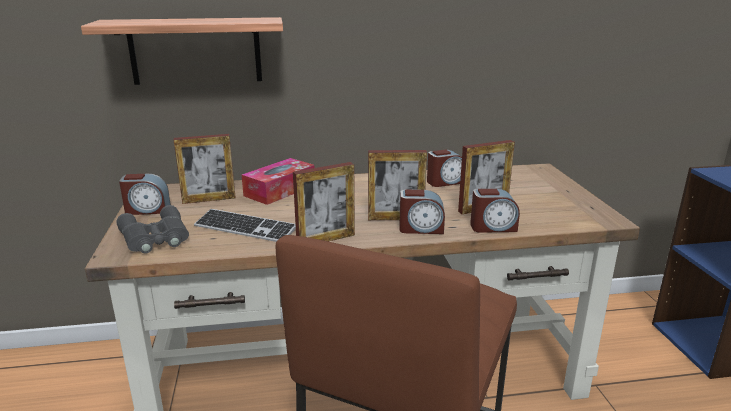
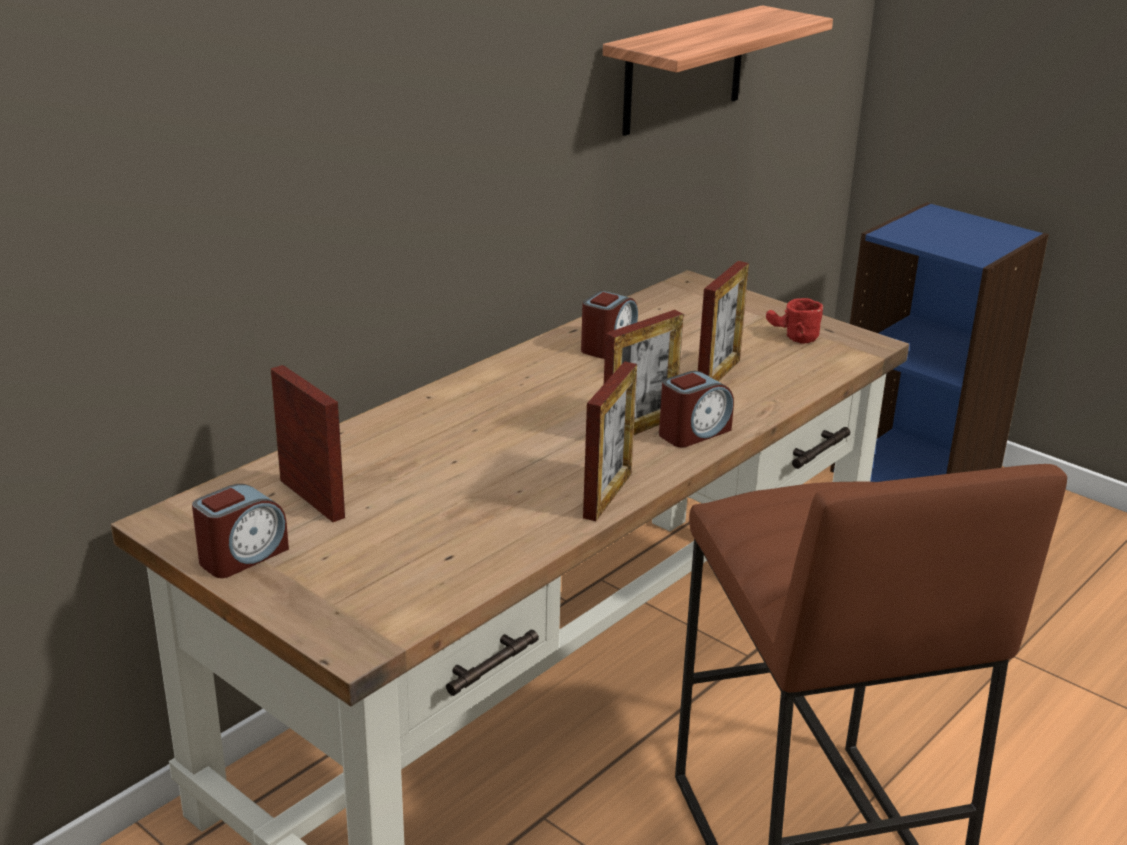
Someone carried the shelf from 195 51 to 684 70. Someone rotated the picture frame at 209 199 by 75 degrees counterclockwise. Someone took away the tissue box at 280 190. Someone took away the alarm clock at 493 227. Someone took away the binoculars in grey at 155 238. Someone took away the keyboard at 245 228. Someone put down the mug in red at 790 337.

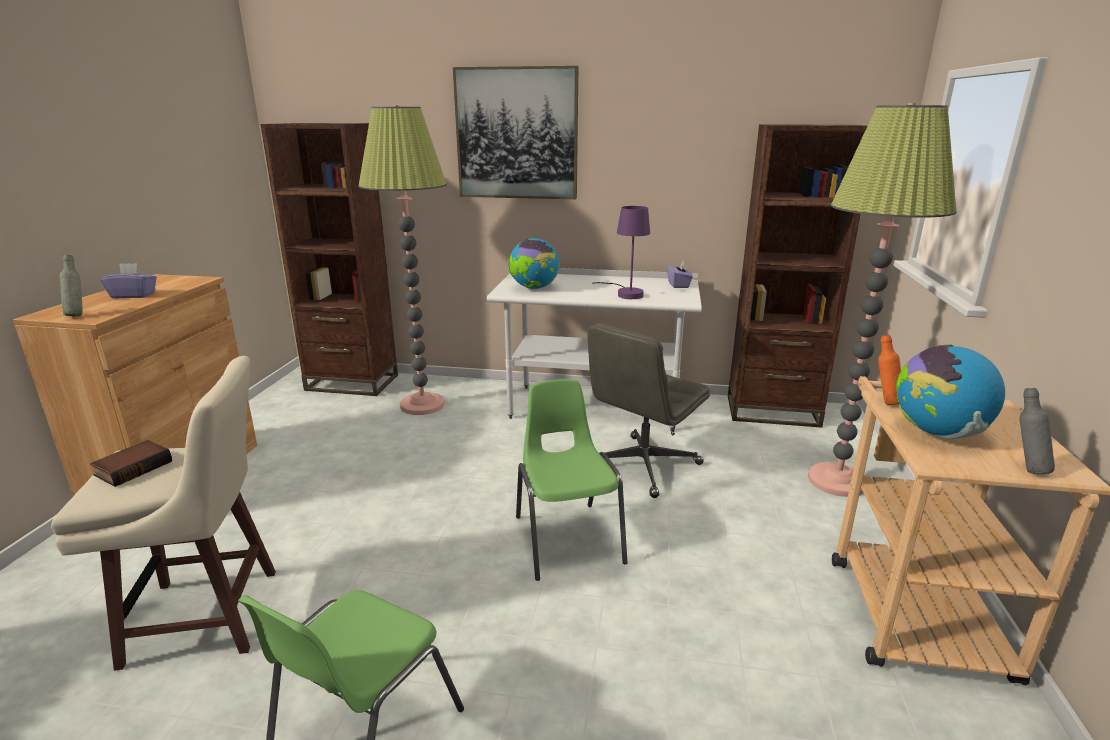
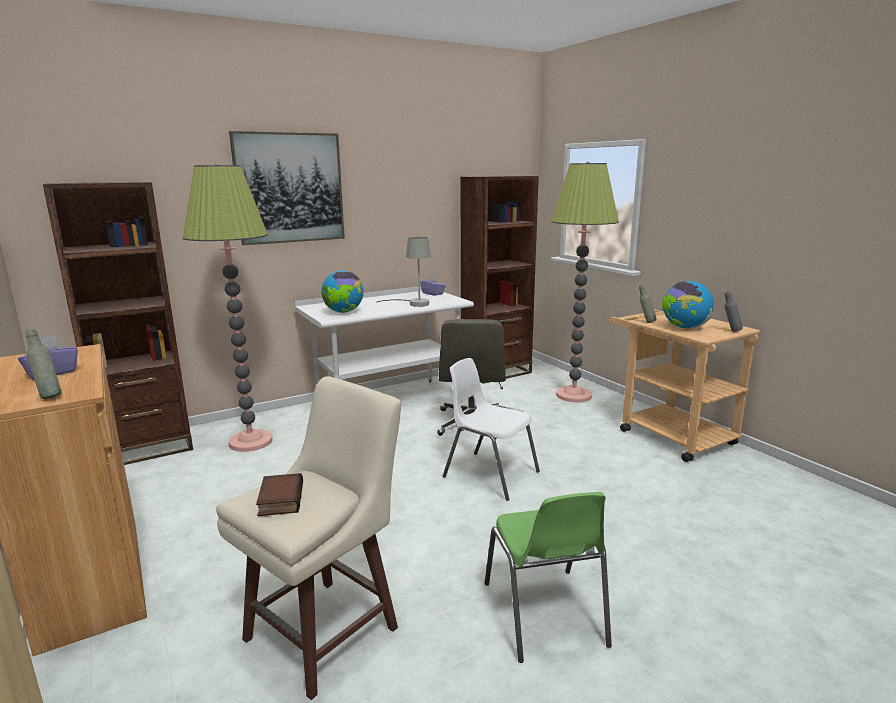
Someone repainted the table lamp in purple at 626 293, which became the table lamp in grey at 414 303. Someone repainted the bottle in orange at 885 402, which became the bottle in grey at 646 322. Someone repainted the chair in green at 567 538, which became the chair in white at 489 474.

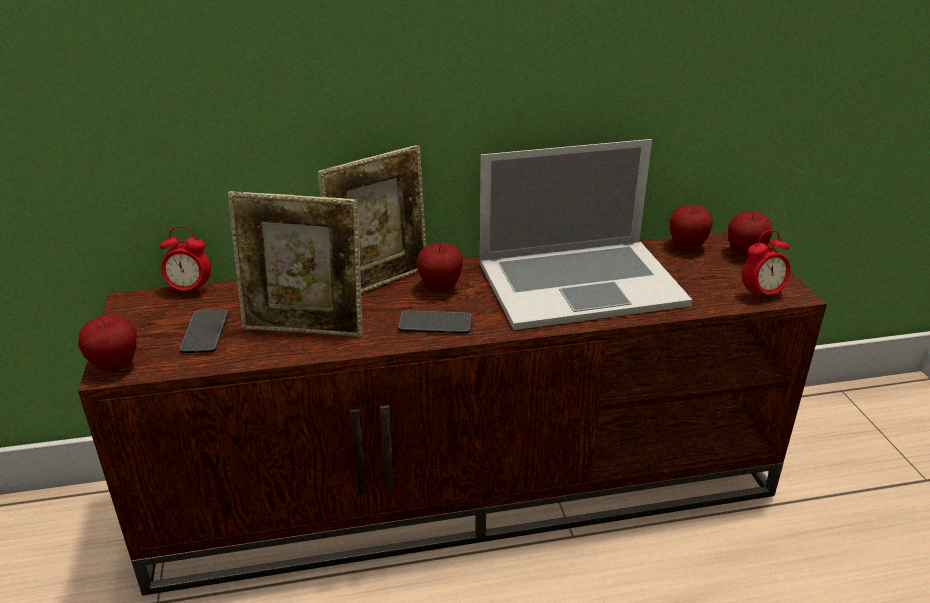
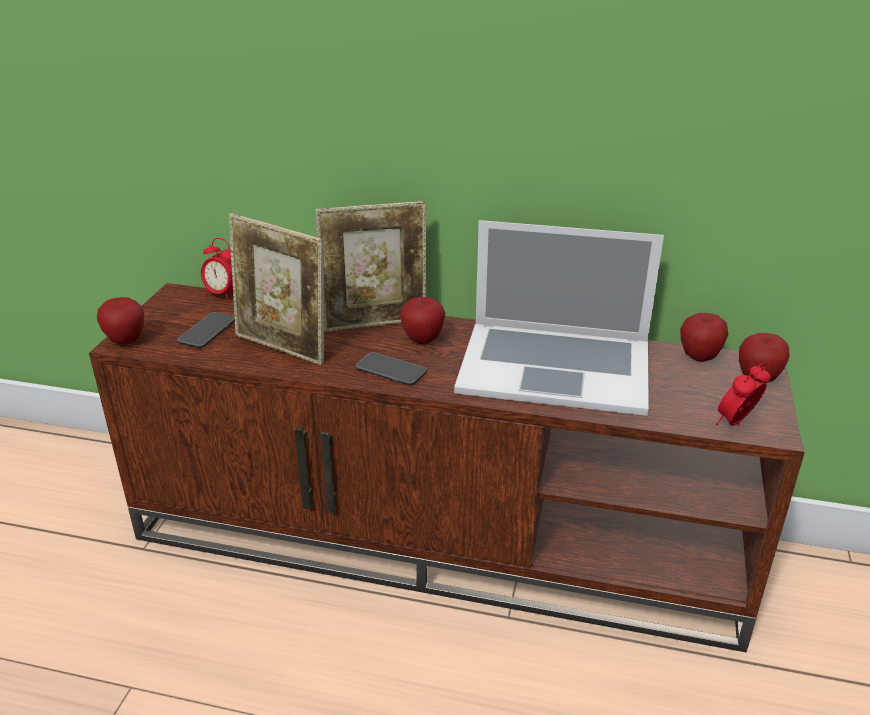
Someone rotated the alarm clock at 761 294 by 135 degrees clockwise.

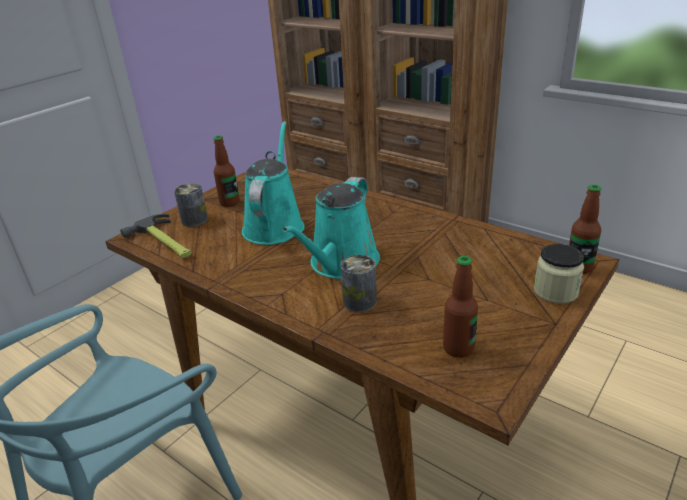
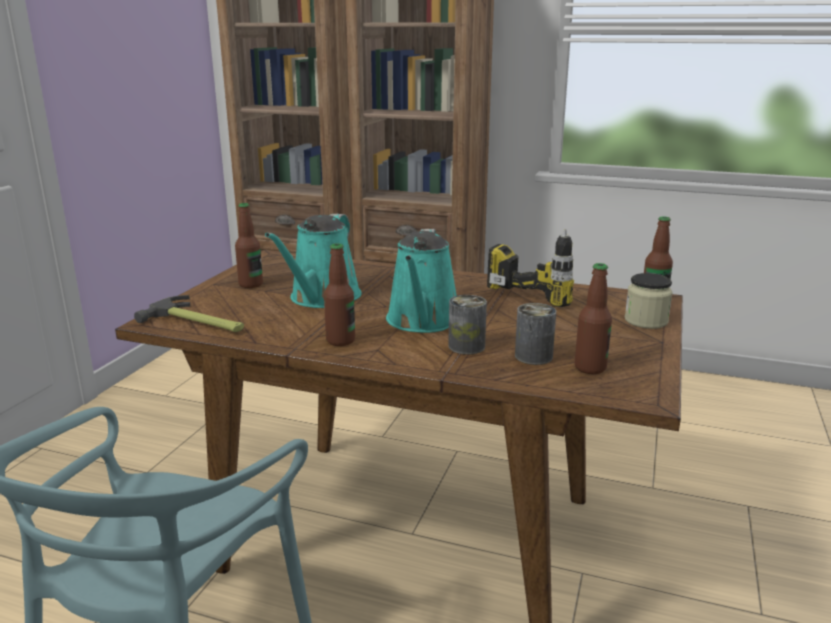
Someone rotated the watering can in turquoise at 275 225 by 150 degrees counterclockwise. Someone carried the can from 194 220 to 533 356. Someone put down the power drill at 542 290. Someone put down the bottle at 340 341.

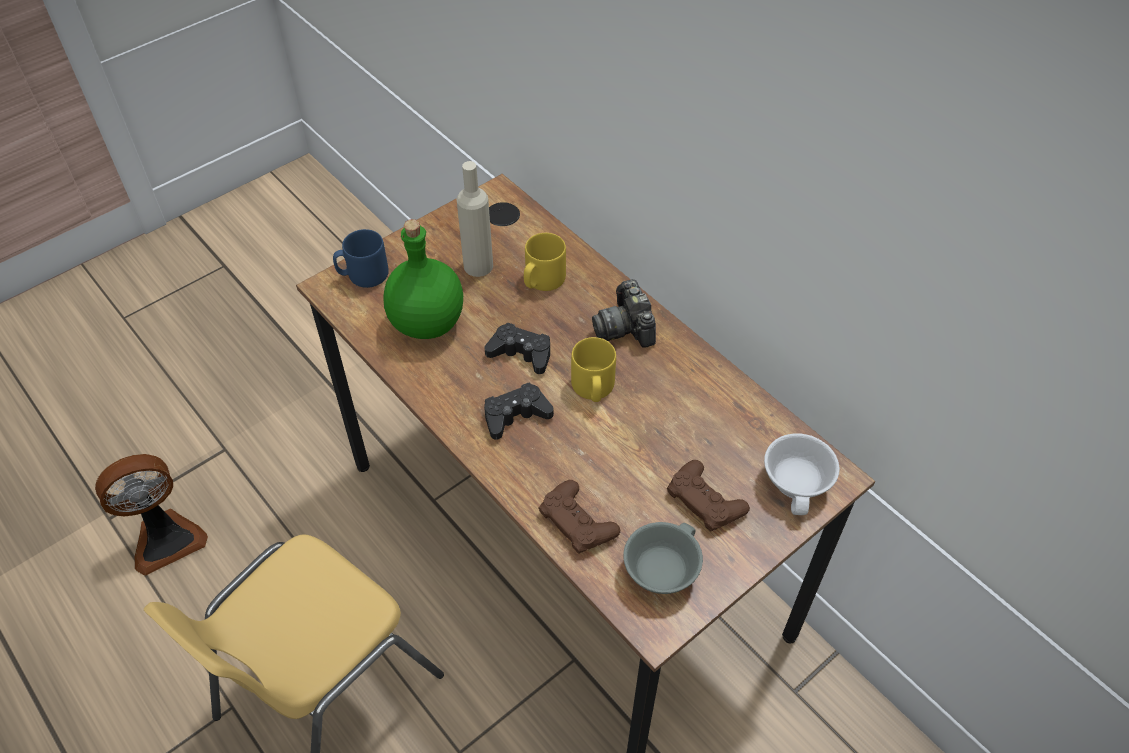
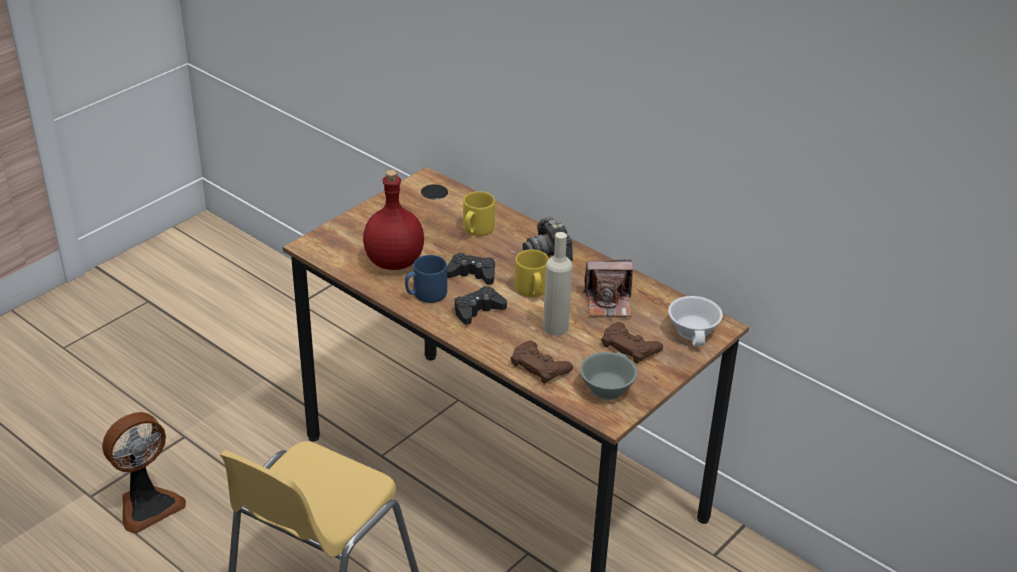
Someone carried the bottle in beige from 478 266 to 555 327. Someone repainted the bottle in green at 426 324, which became the bottle in red at 394 262. Someone carried the mug in blue from 363 275 to 426 294. Someone put down the photo camera at 609 303.

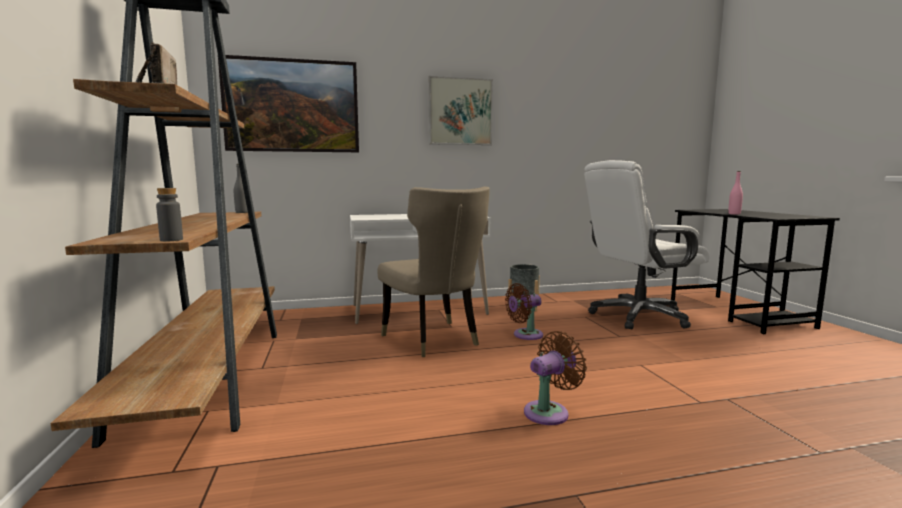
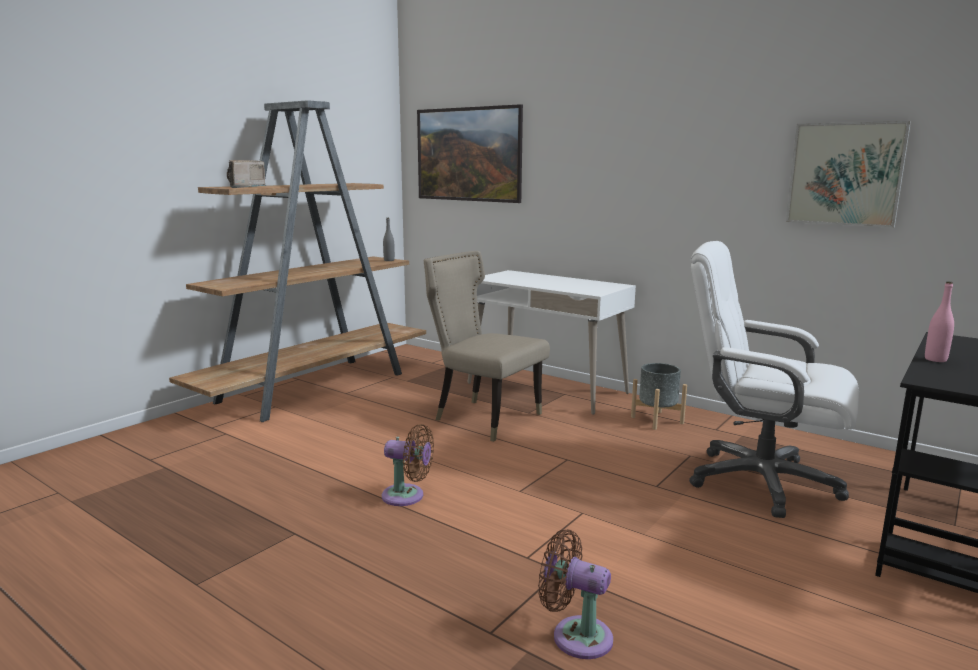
Someone carried the picture from 460 111 to 845 174. Someone rotated the chair in beige at 434 340 by 105 degrees clockwise. Someone took away the bottle in grey at 171 240. Someone carried the fan in brown from 525 335 to 576 635.

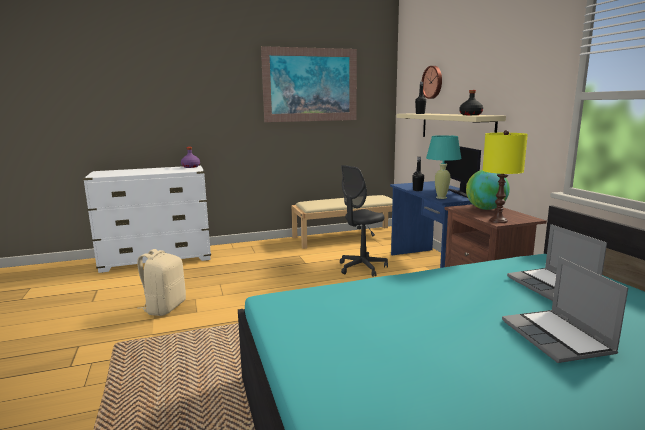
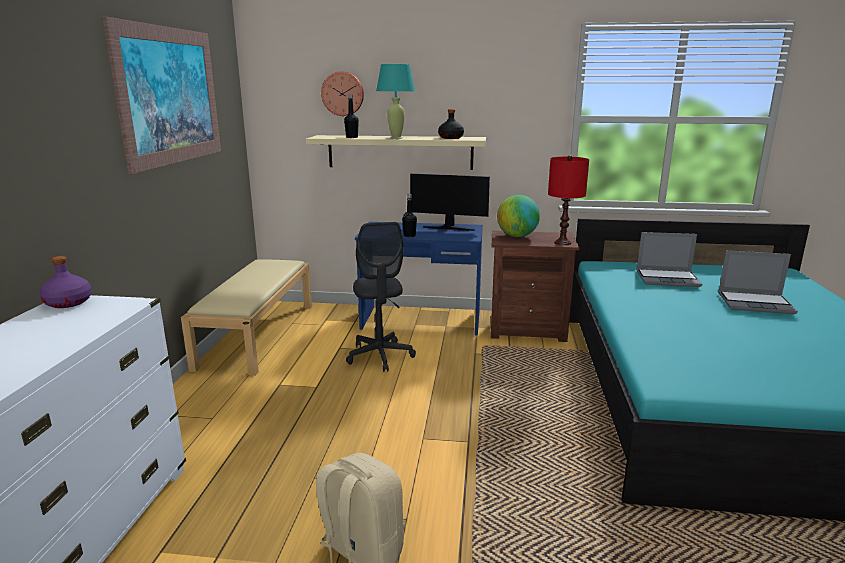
Someone repainted the table lamp in yellow at 498 220, which became the table lamp in red at 562 243. Someone carried the table lamp in turquoise from 441 197 to 396 138.

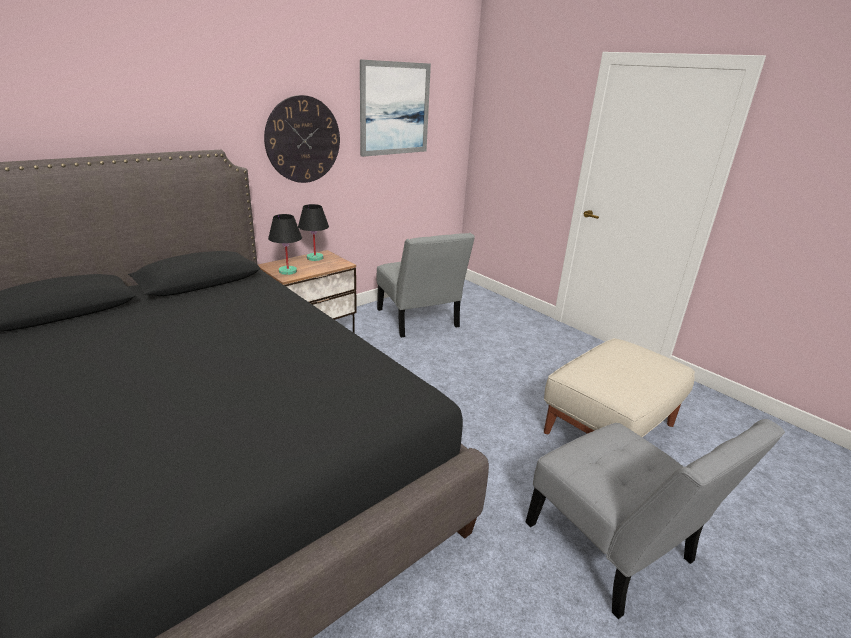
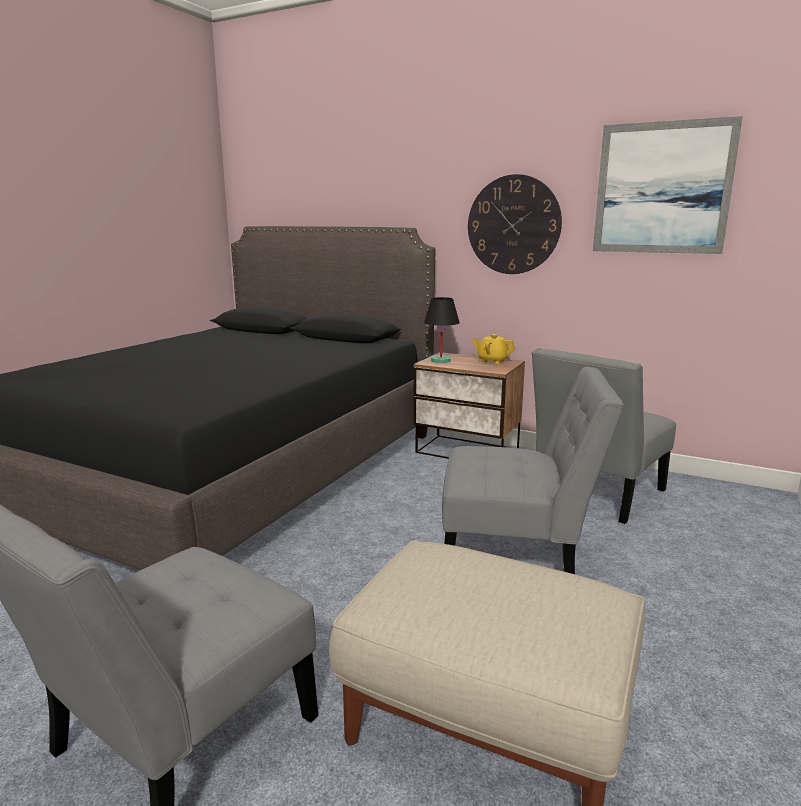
Someone swapped the table lamp in black at 315 258 for the teapot in yellow at 492 361. Someone put down the chair in grey at 517 558.

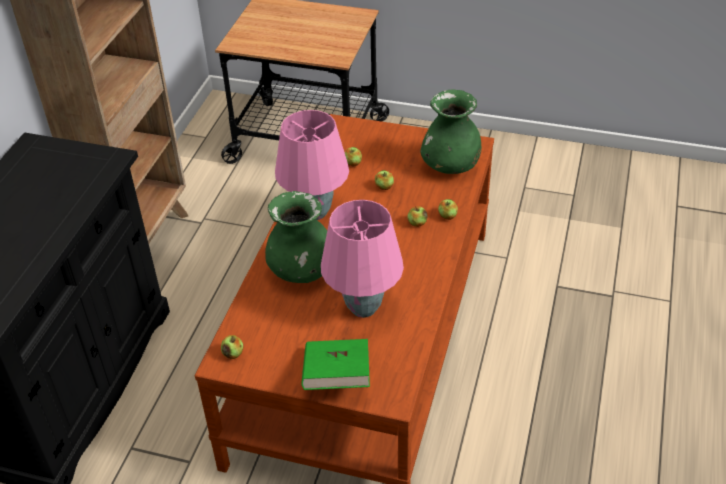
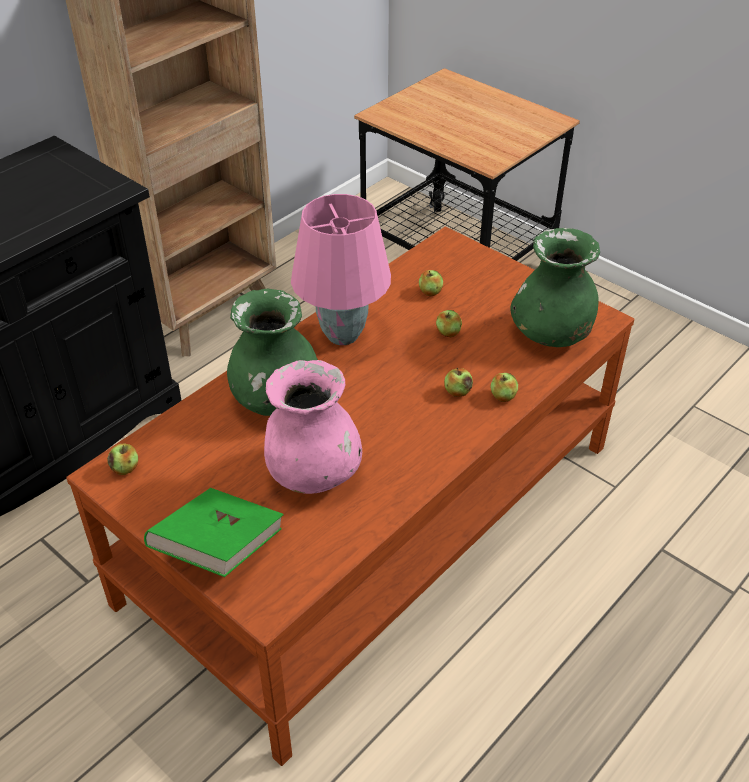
Someone swapped the table lamp in pink at 362 308 for the vase in pink at 313 473.

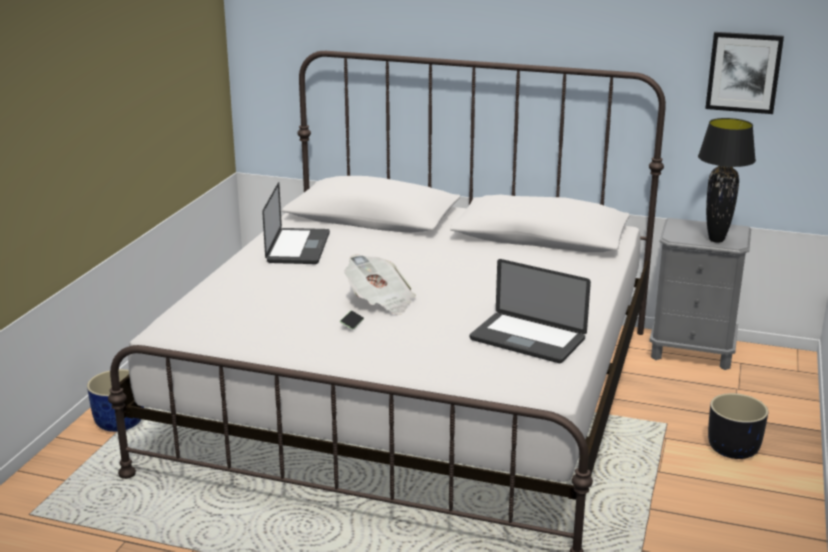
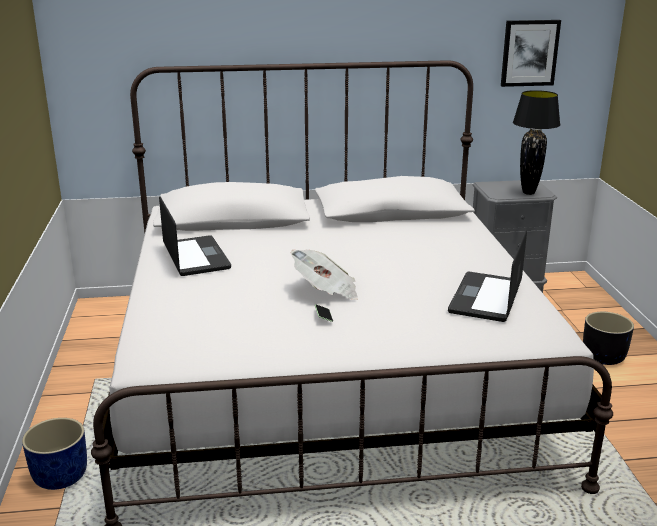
Someone rotated the laptop at 527 339 by 105 degrees clockwise.

